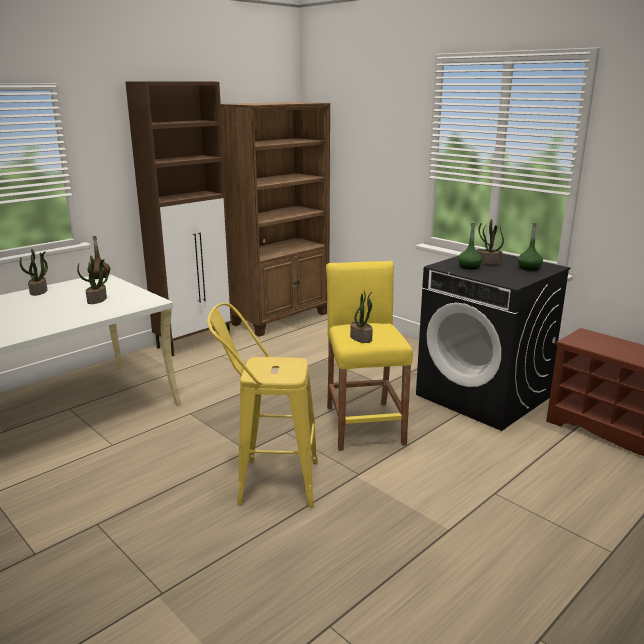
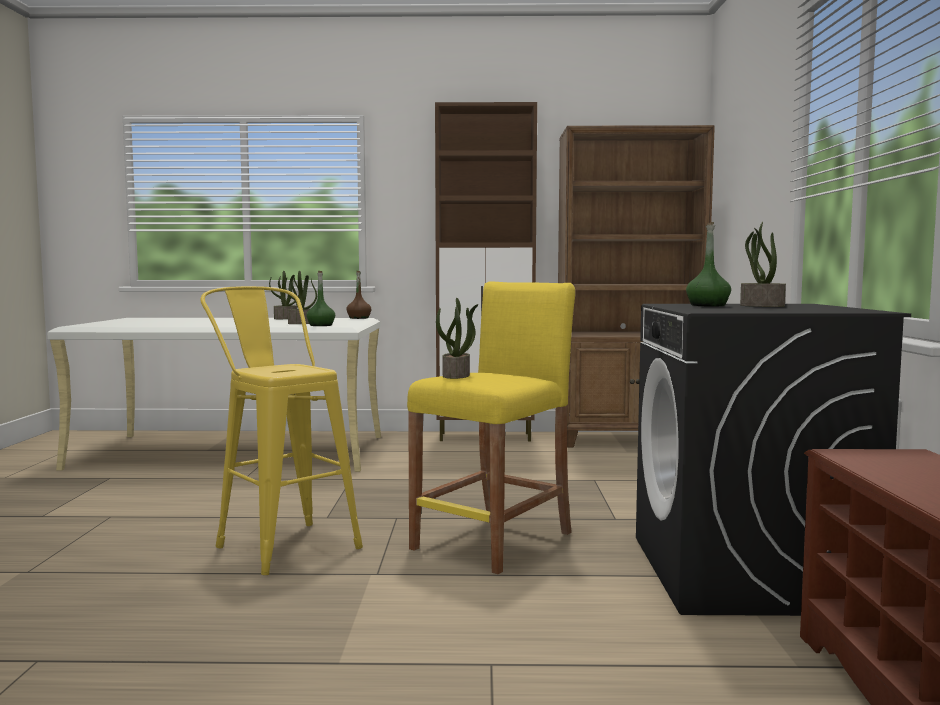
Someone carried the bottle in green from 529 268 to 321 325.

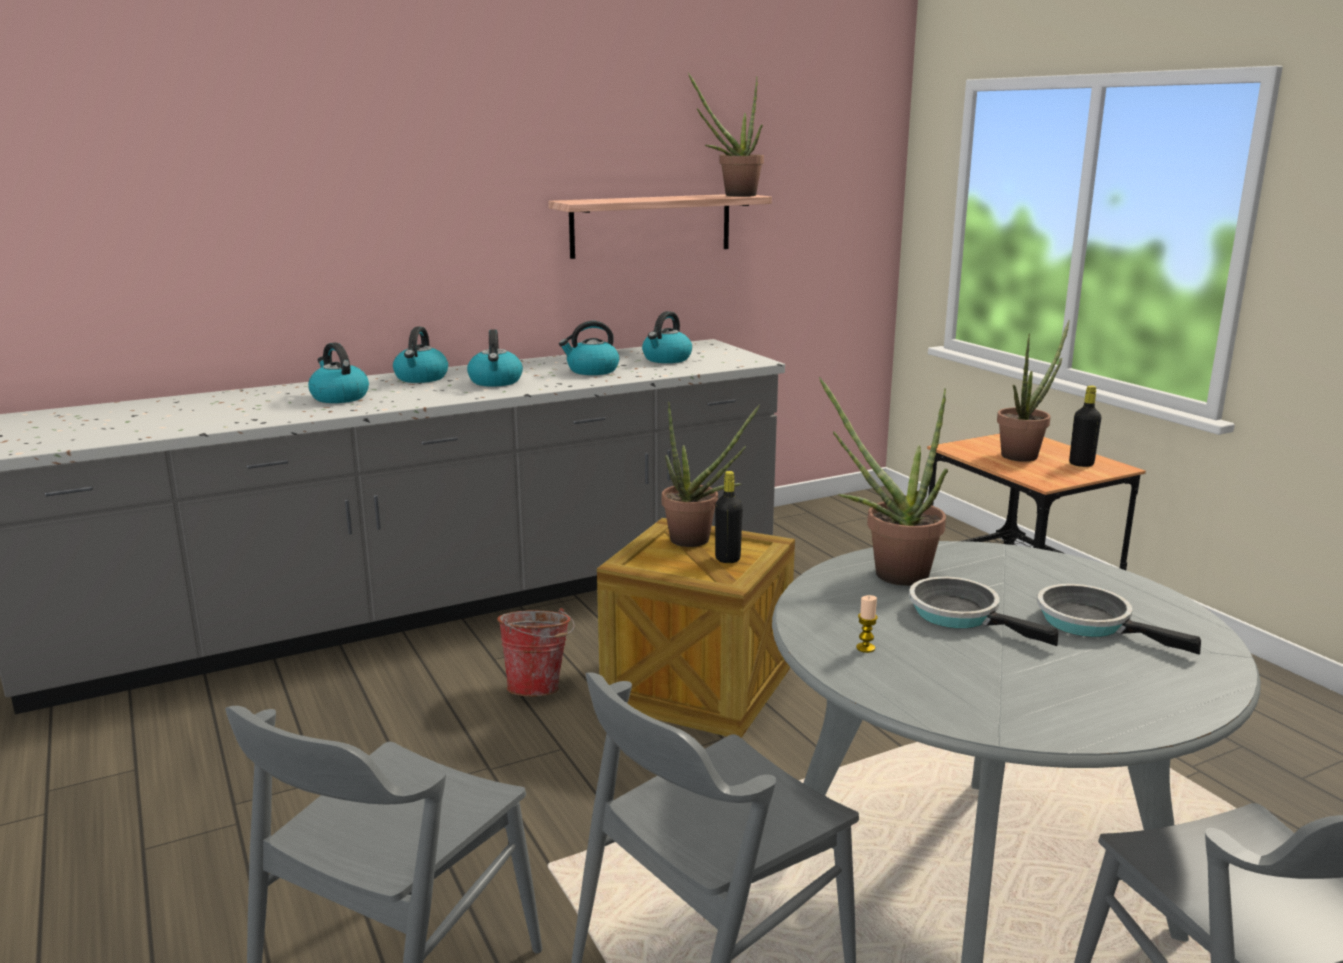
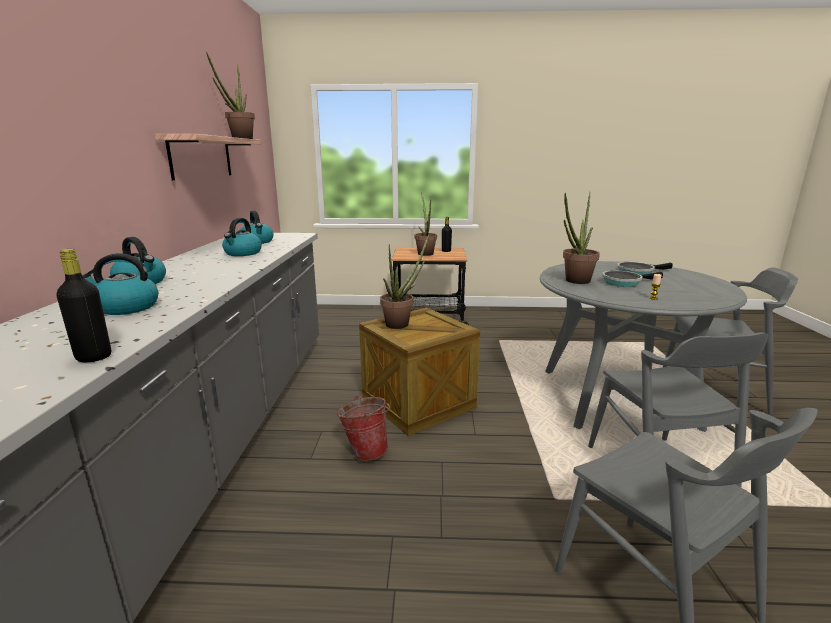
Someone took away the kettle at 496 381. Someone carried the bottle in black from 727 559 to 94 357.

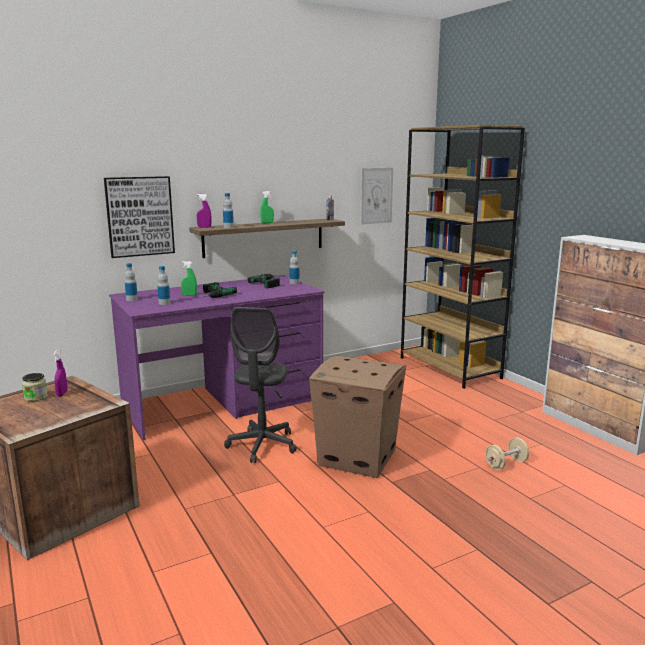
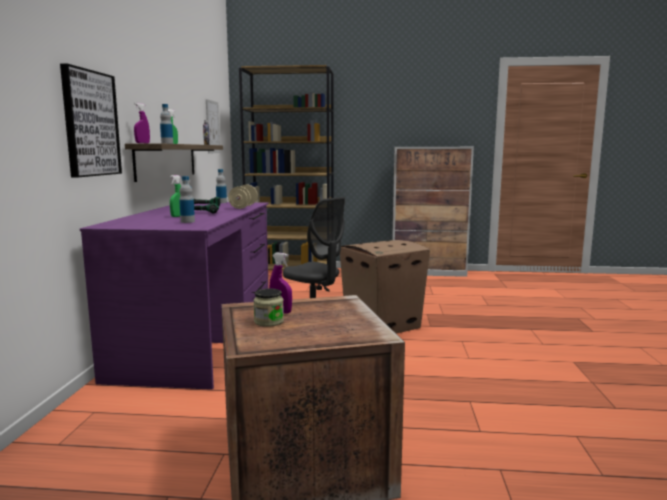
Someone took away the bottle at 132 299. Someone carried the dumbbell in beige from 506 464 to 243 207.

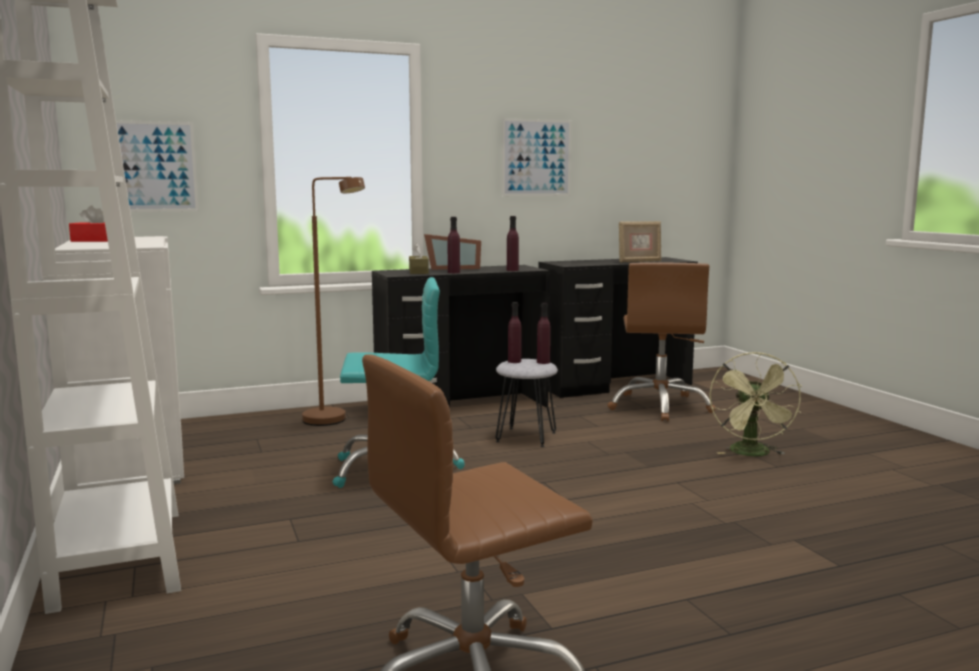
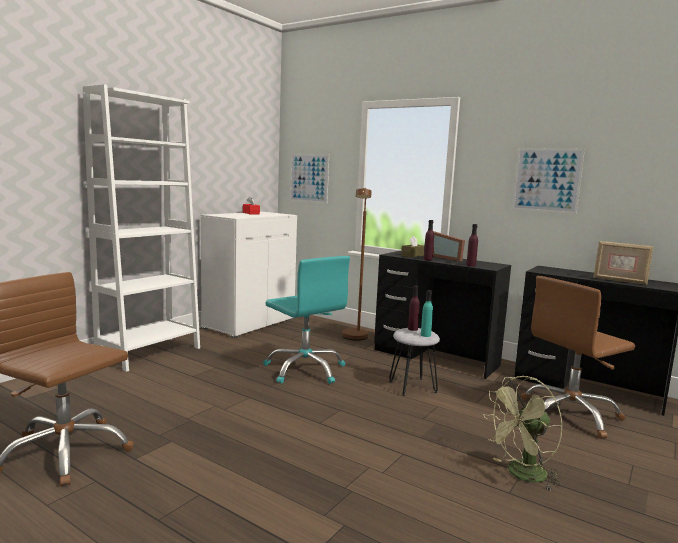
Someone repainted the bottle in purple at 543 362, which became the bottle in turquoise at 425 335.

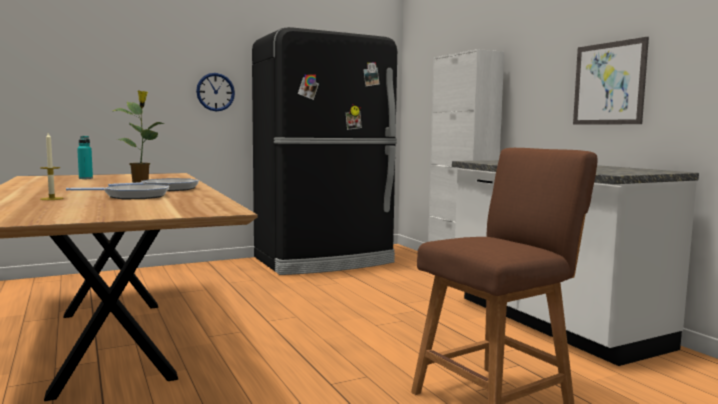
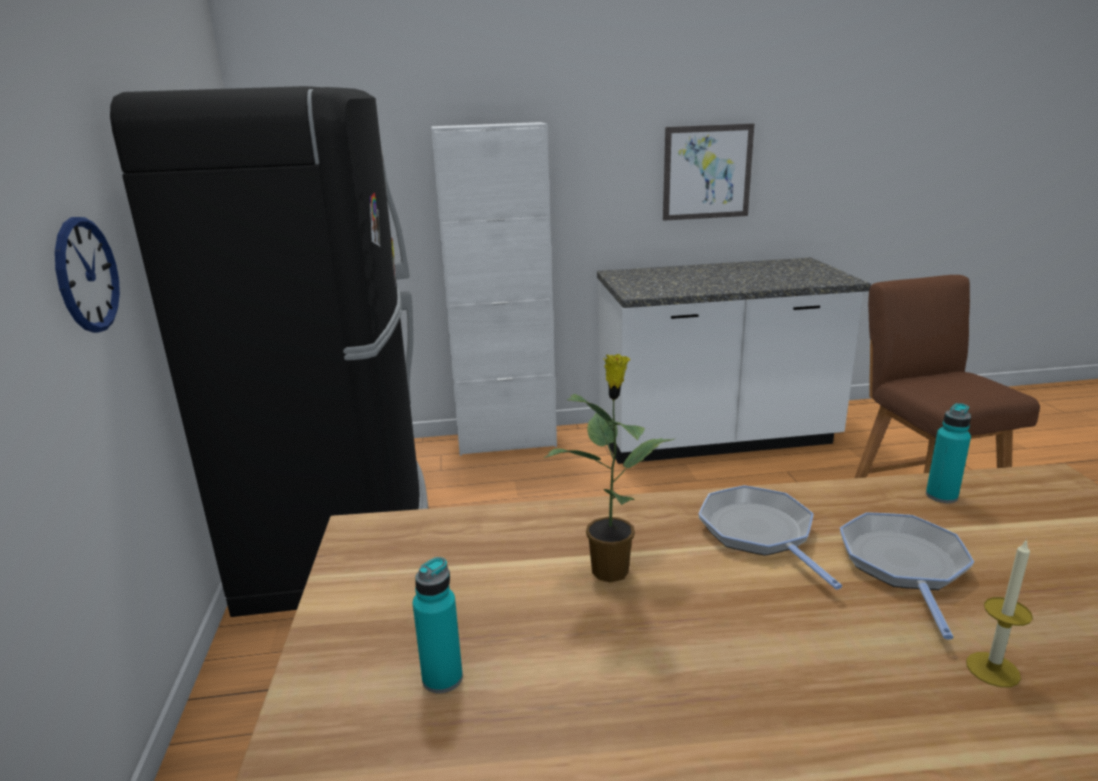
Someone put down the bottle in turquoise at 941 496.

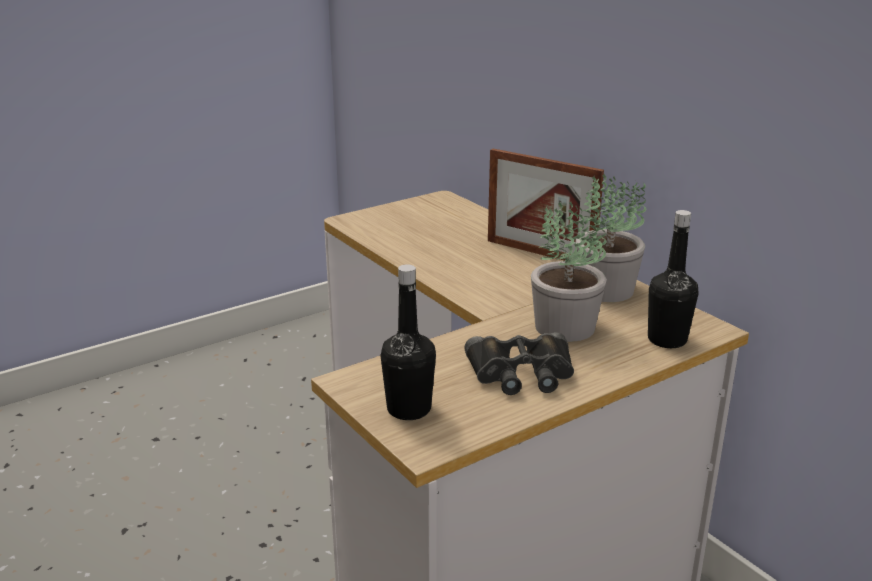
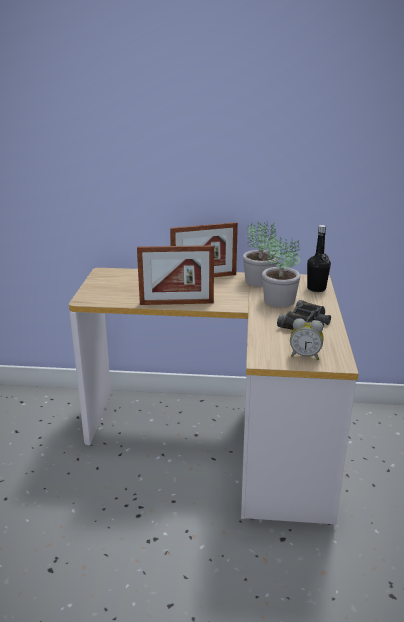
Someone swapped the bottle in black at 409 409 for the alarm clock at 305 355. Someone put down the picture frame at 176 303.

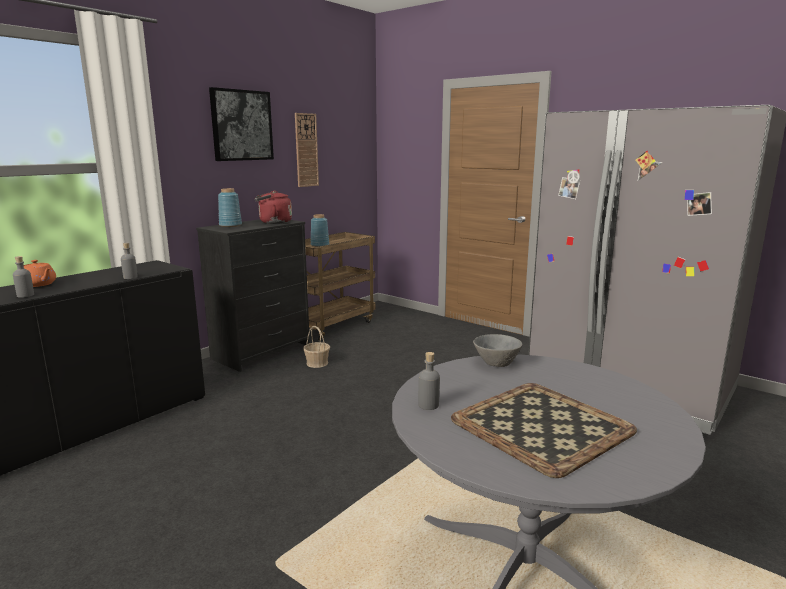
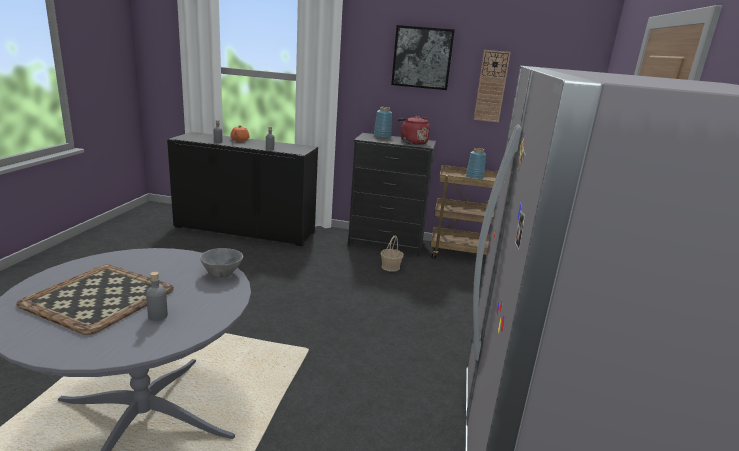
Someone carried the bottle in grey from 428 405 to 158 316.

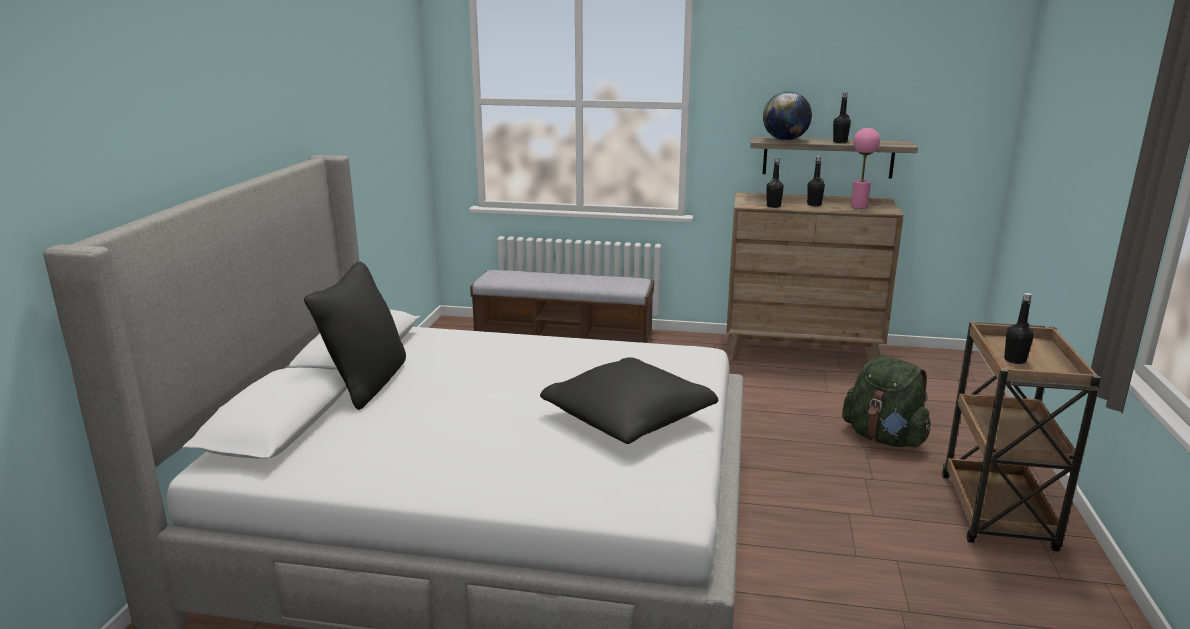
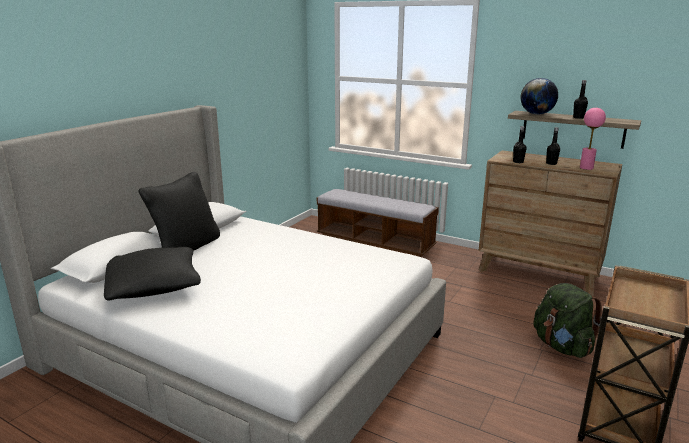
Someone took away the bottle in black at 1014 360. Someone carried the pillow in black from 629 419 to 154 286.

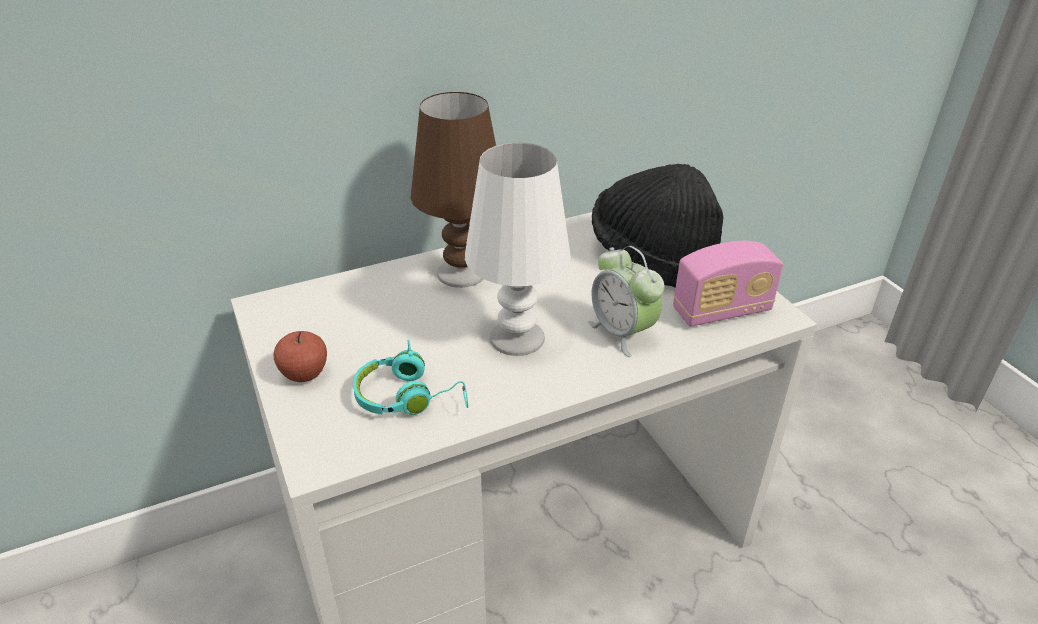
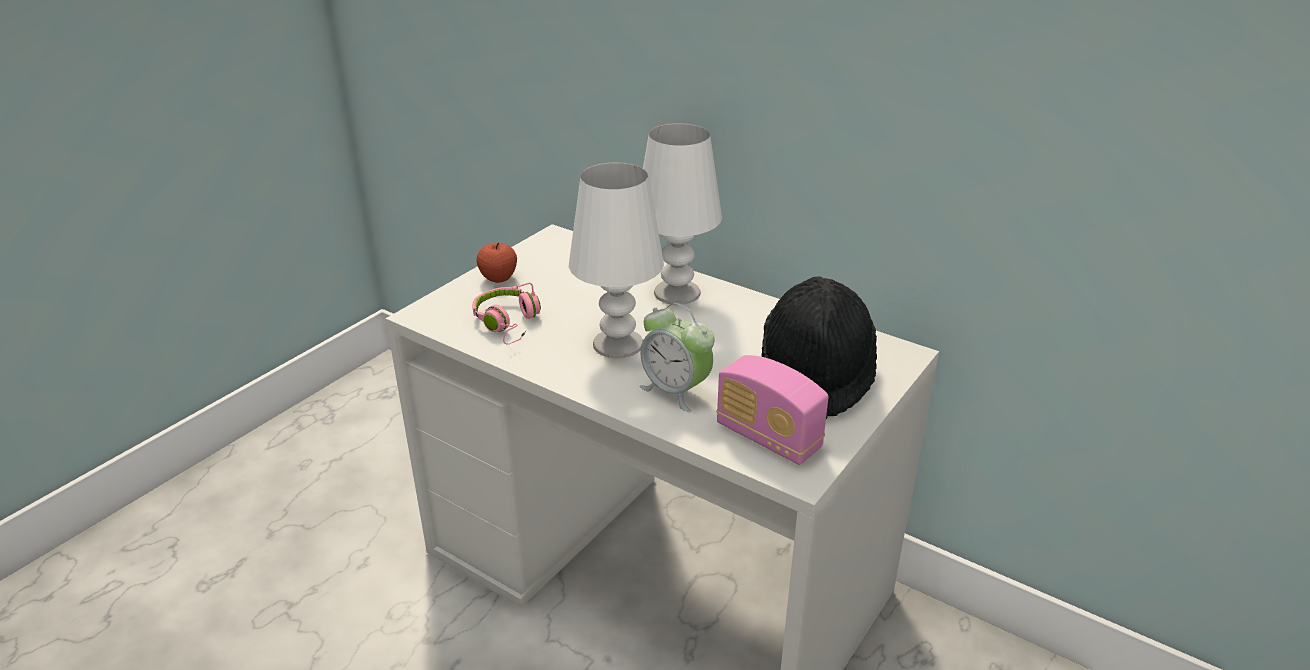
Someone repainted the table lamp in brown at 461 272, which became the table lamp in white at 677 292. Someone rotated the alarm clock at 622 332 by 75 degrees counterclockwise. Someone repainted the headphones in turquoise at 410 397, which became the headphones in pink at 509 323.

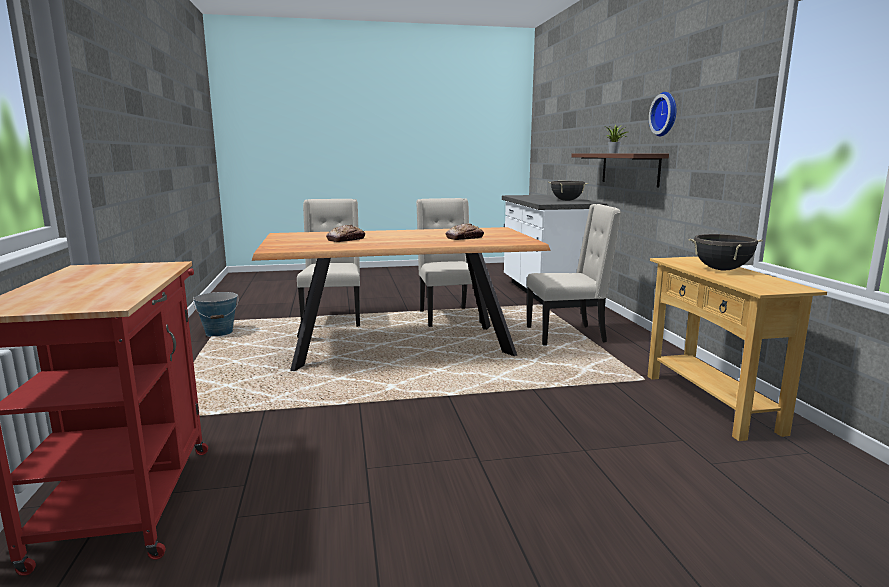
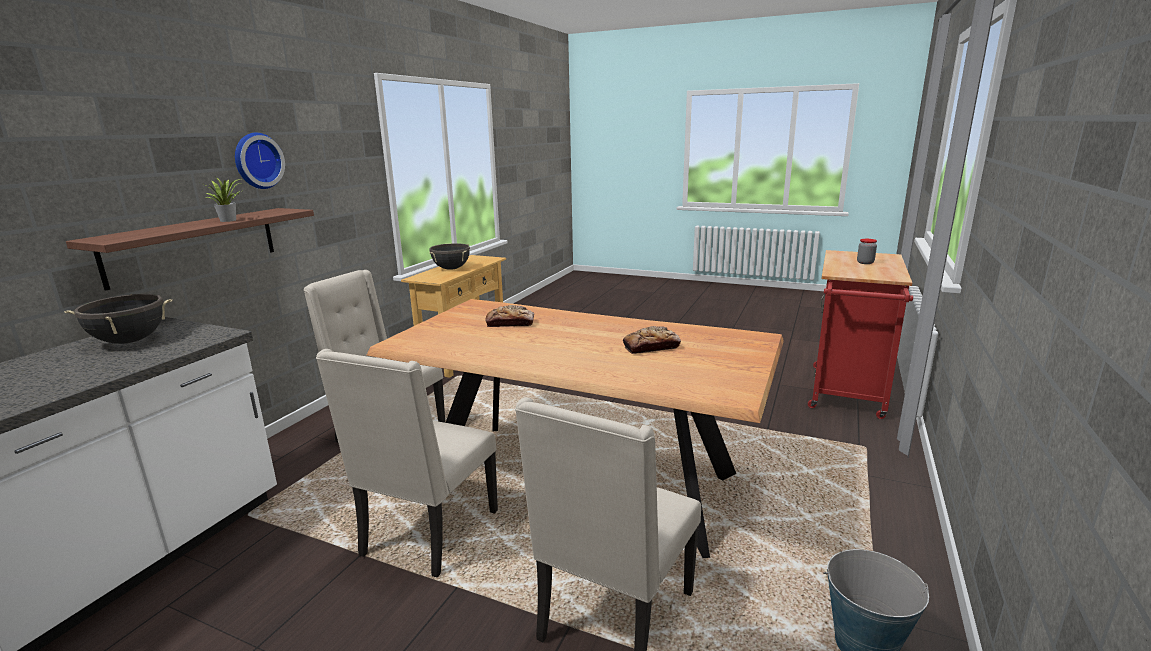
Someone put down the jar at 865 262.

